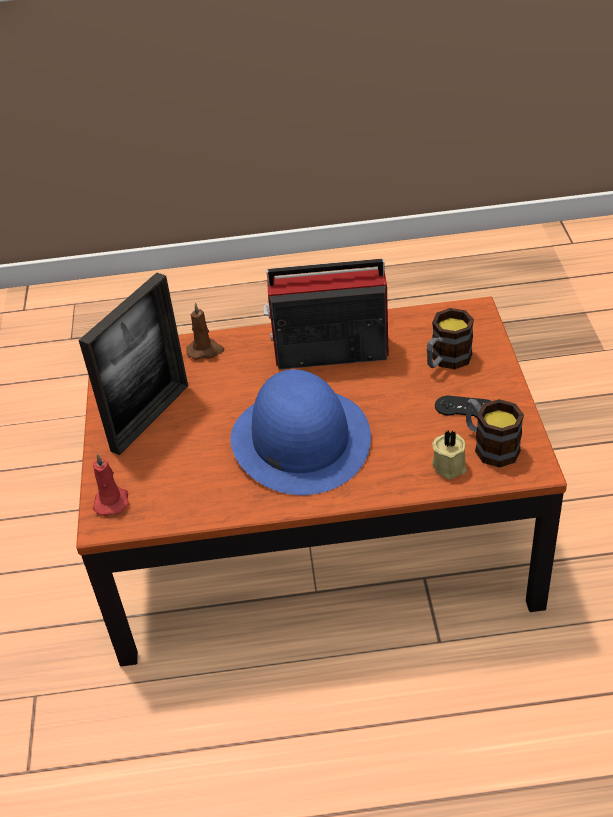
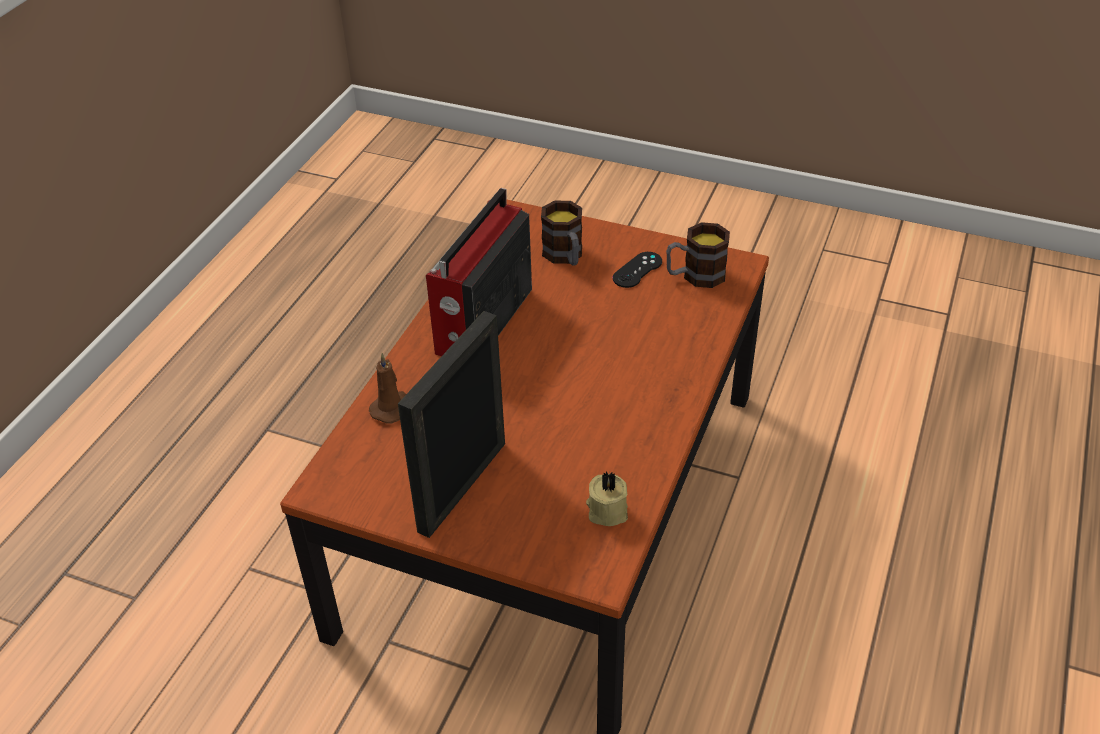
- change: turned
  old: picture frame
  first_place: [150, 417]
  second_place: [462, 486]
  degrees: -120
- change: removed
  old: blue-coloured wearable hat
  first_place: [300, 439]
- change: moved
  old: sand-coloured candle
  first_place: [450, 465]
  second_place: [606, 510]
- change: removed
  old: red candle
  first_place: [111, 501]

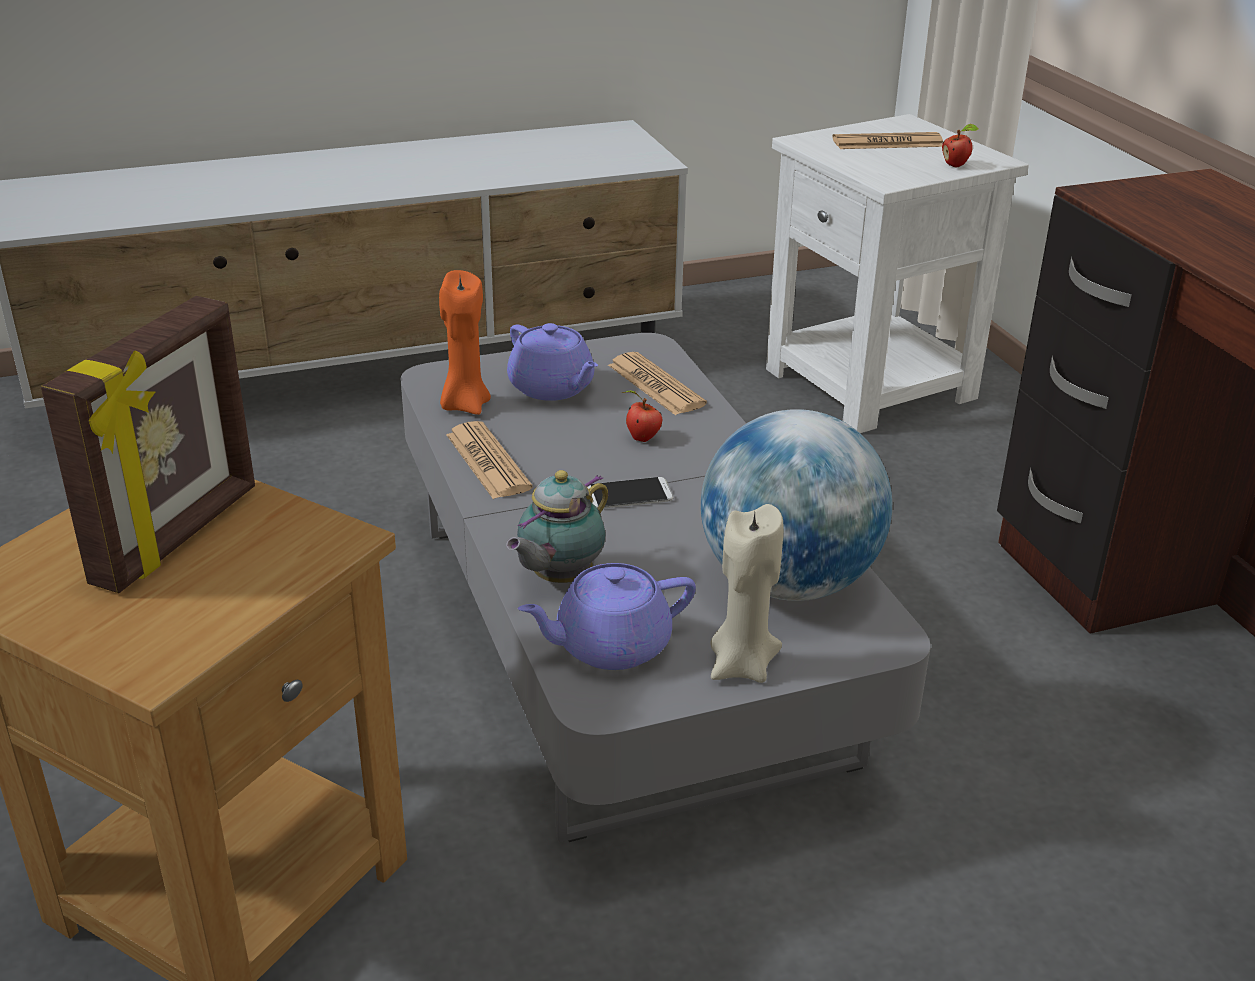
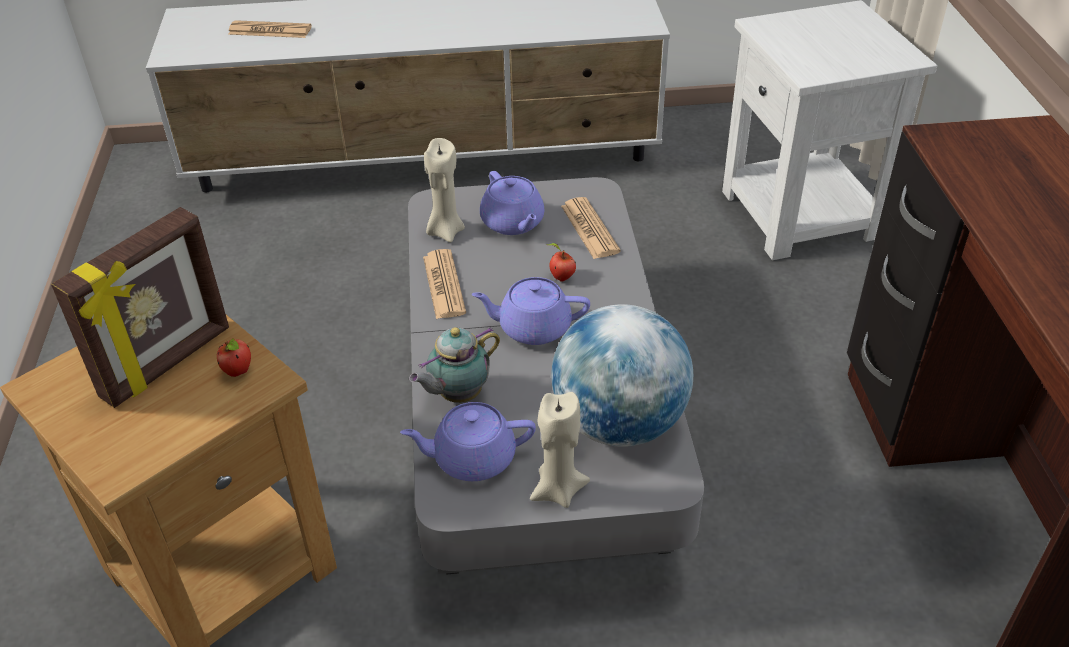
- change: moved
  old: apple fruit
  first_place: [956, 165]
  second_place: [239, 372]
- change: moved
  old: daily paper
  first_place: [887, 143]
  second_place: [270, 31]
- change: recoloured
  old: orange-coloured candle
  new: sand-coloured candle
  first_place: [464, 405]
  second_place: [445, 231]
- change: replaced
  old: phone
  new: purple-coloured pot for tea
  first_place: [628, 494]
  second_place: [533, 328]

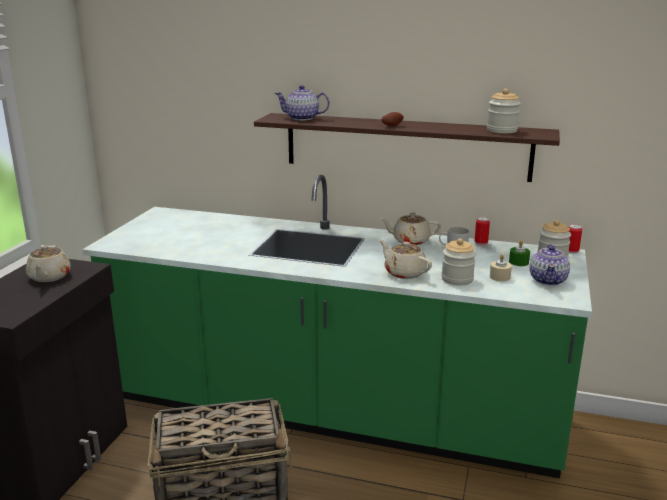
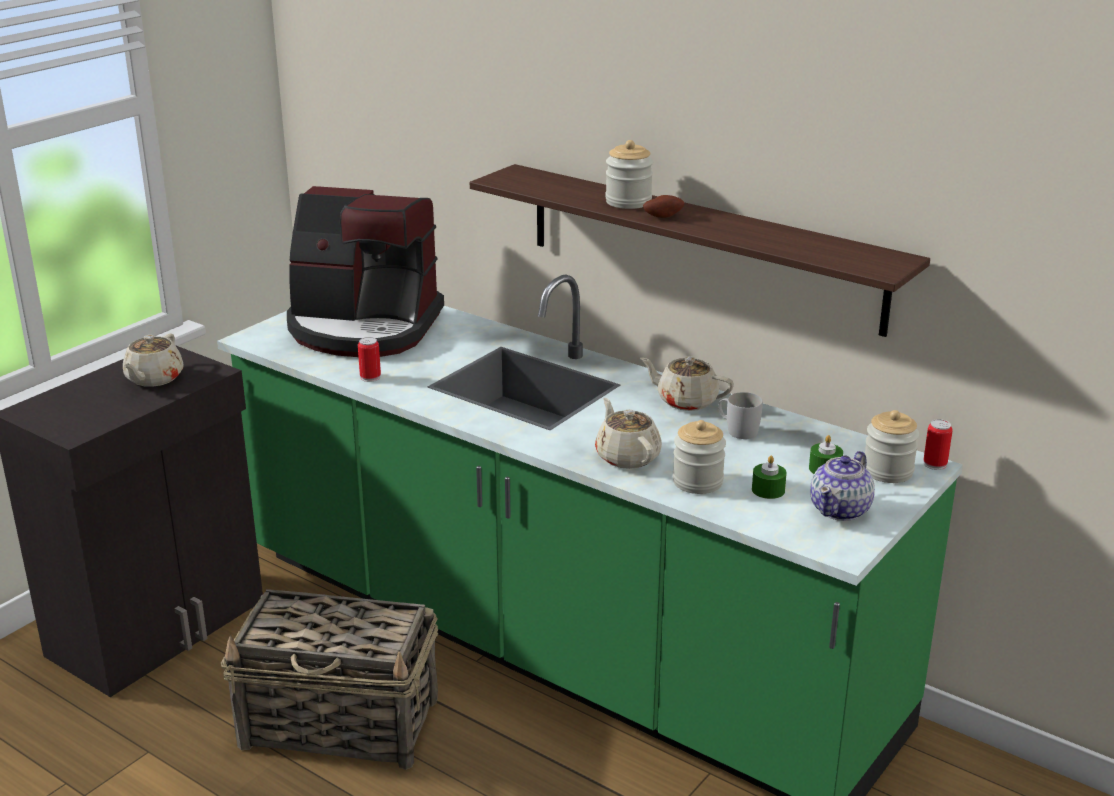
- change: removed
  old: pot for tea
  first_place: [302, 118]
- change: moved
  old: storage jar
  first_place: [502, 130]
  second_place: [628, 202]
- change: moved
  old: can
  first_place: [481, 243]
  second_place: [370, 377]
- change: recoloured
  old: sand-coloured candle
  new: green candle
  first_place: [500, 277]
  second_place: [768, 490]
- change: added
  new: coffee brewer
  second_place: [364, 328]

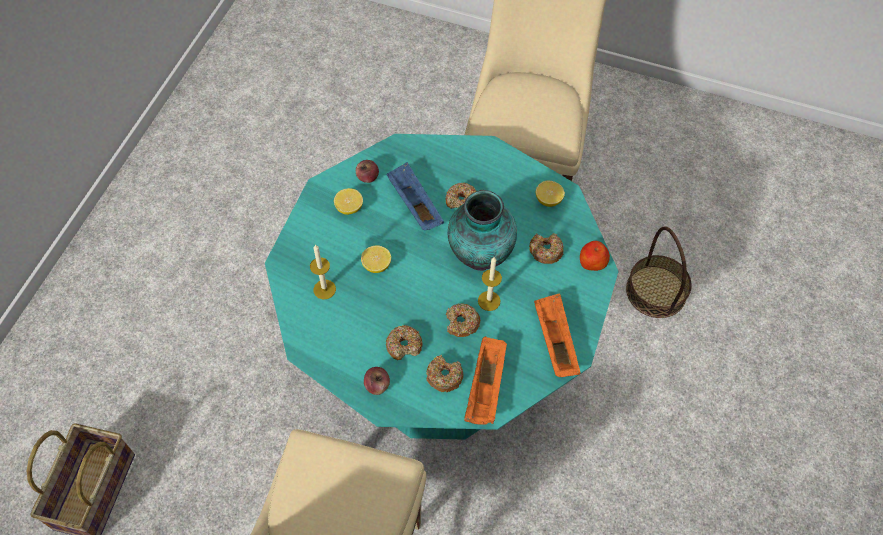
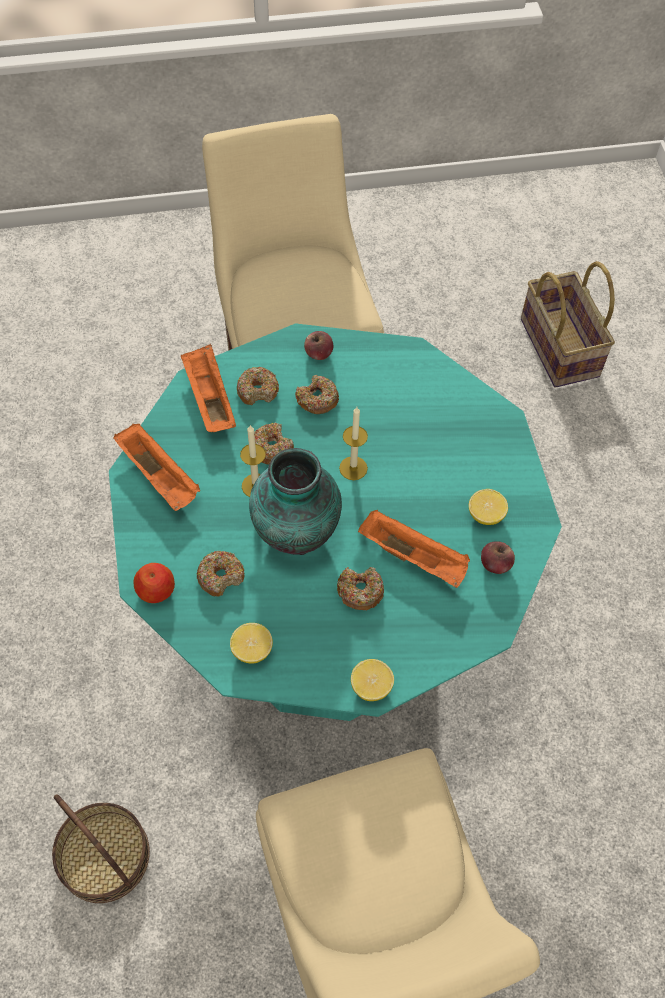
- change: recoloured
  old: blue-coloured tray
  new: orange-coloured tray
  first_place: [414, 204]
  second_place: [414, 557]
- change: moved
  old: candle
  first_place: [324, 289]
  second_place: [353, 468]
- change: moved
  old: whole lemon
  first_place: [376, 265]
  second_place: [371, 686]

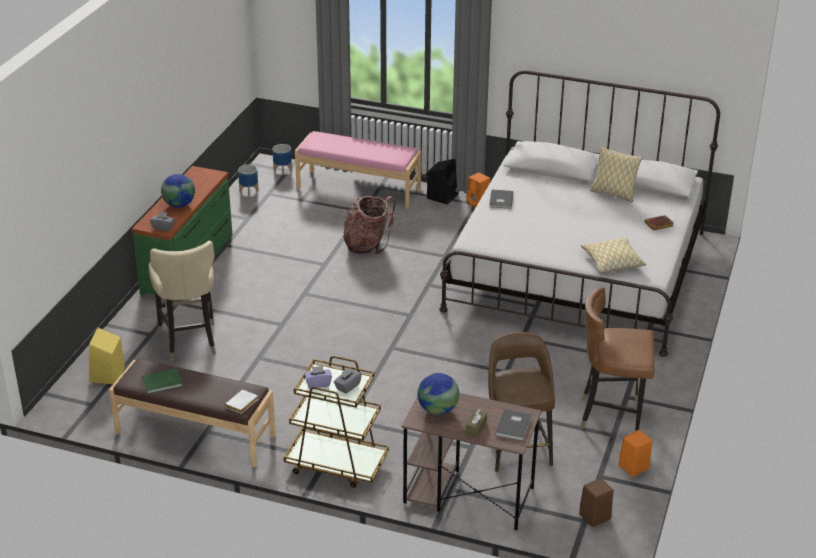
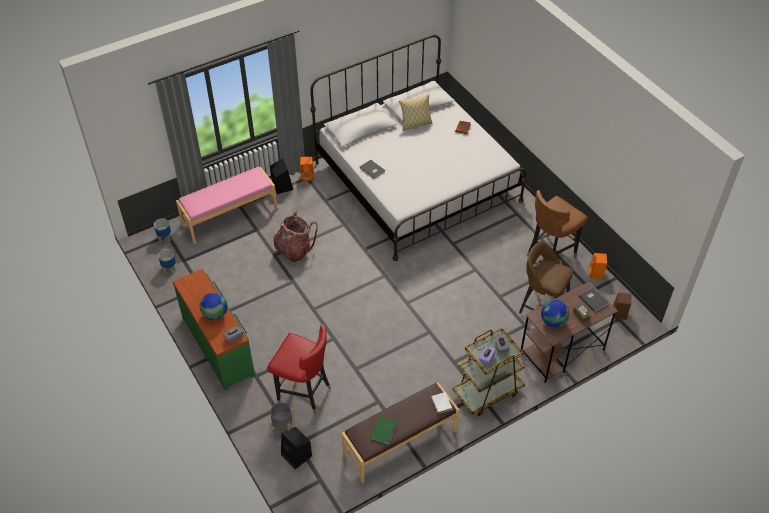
- change: removed
  old: pillow
  first_place: [612, 262]
- change: recoloured
  old: sand-coloured chair
  new: red chair
  first_place: [189, 341]
  second_place: [304, 393]
- change: recoloured
  old: yellow loudspeaker
  new: blackish loudspeaker
  first_place: [107, 375]
  second_place: [297, 455]
- change: added
  new: grey planter
  second_place: [283, 426]

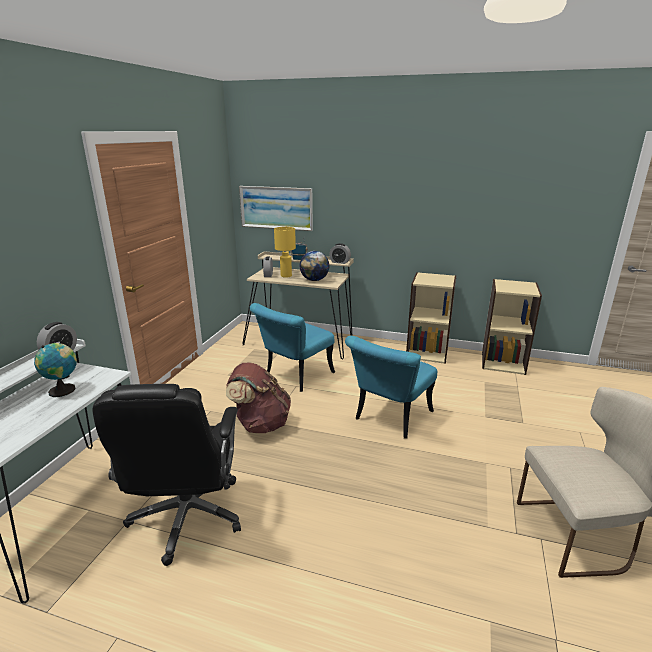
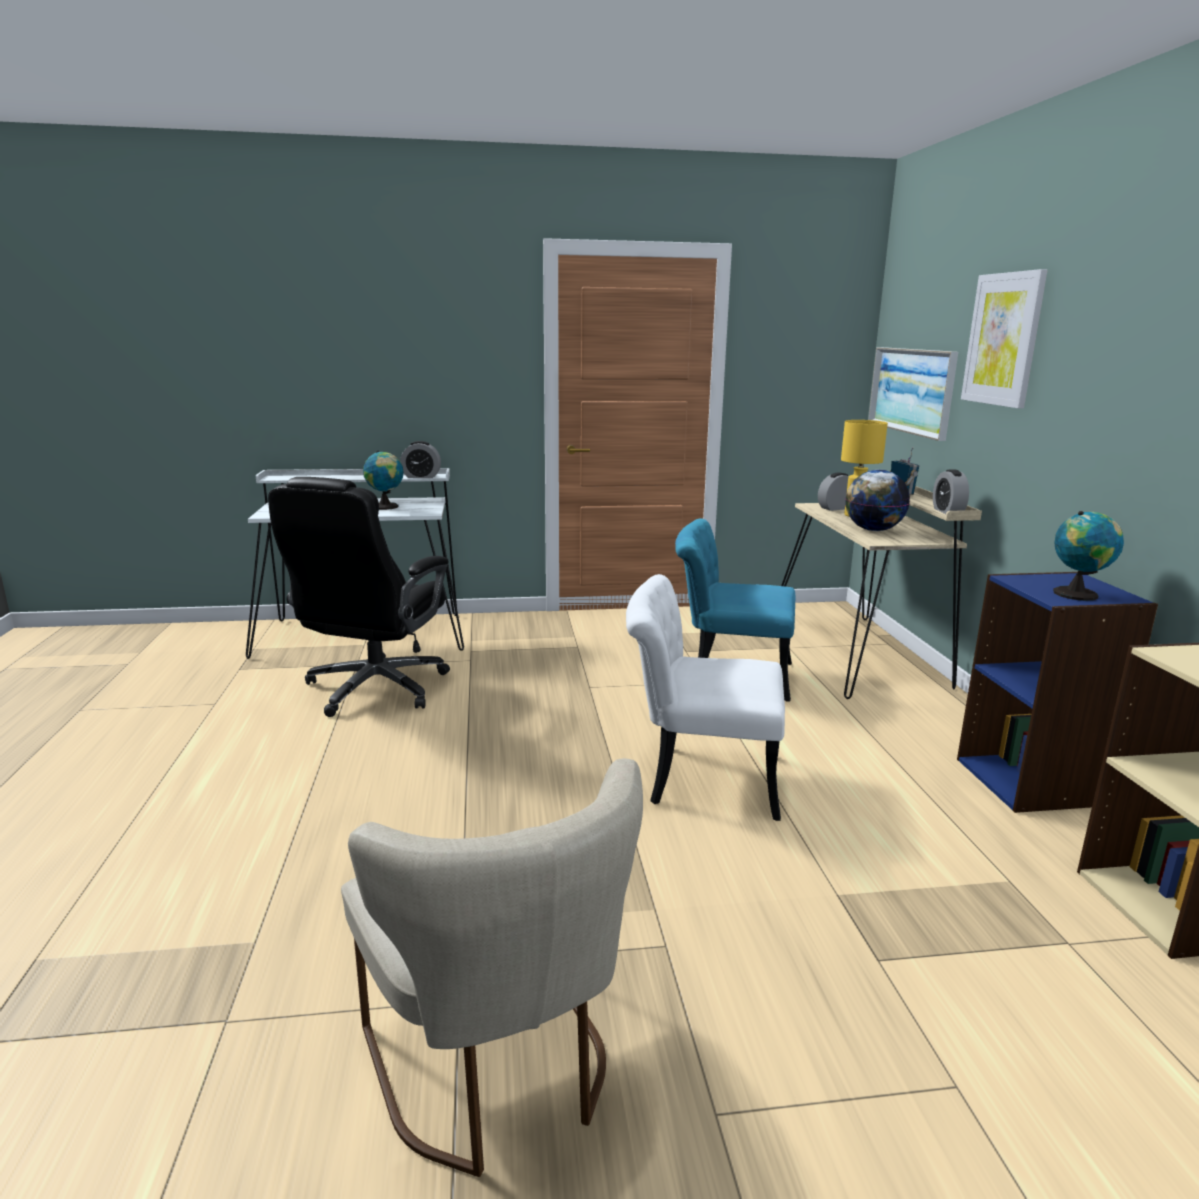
- change: recoloured
  old: sand-coloured shelving unit
  new: blue-coloured shelving unit
  first_place: [427, 352]
  second_place: [1031, 781]
- change: recoloured
  old: blue-green chair
  new: white chair
  first_place: [389, 419]
  second_place: [699, 778]
- change: removed
  old: brown rucksack
  first_place: [260, 424]
- change: turned
  old: blackish desk chair
  first_place: [187, 517]
  second_place: [374, 689]
  degrees: -45
- change: added
  new: wall art
  second_place: [1003, 339]
- change: added
  new: globe
  second_place: [1078, 594]

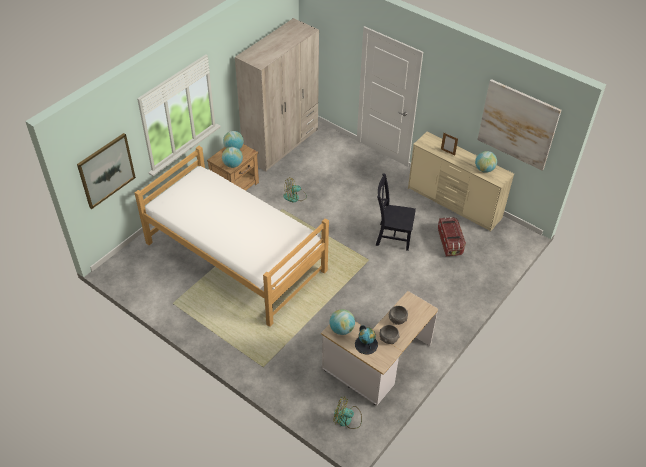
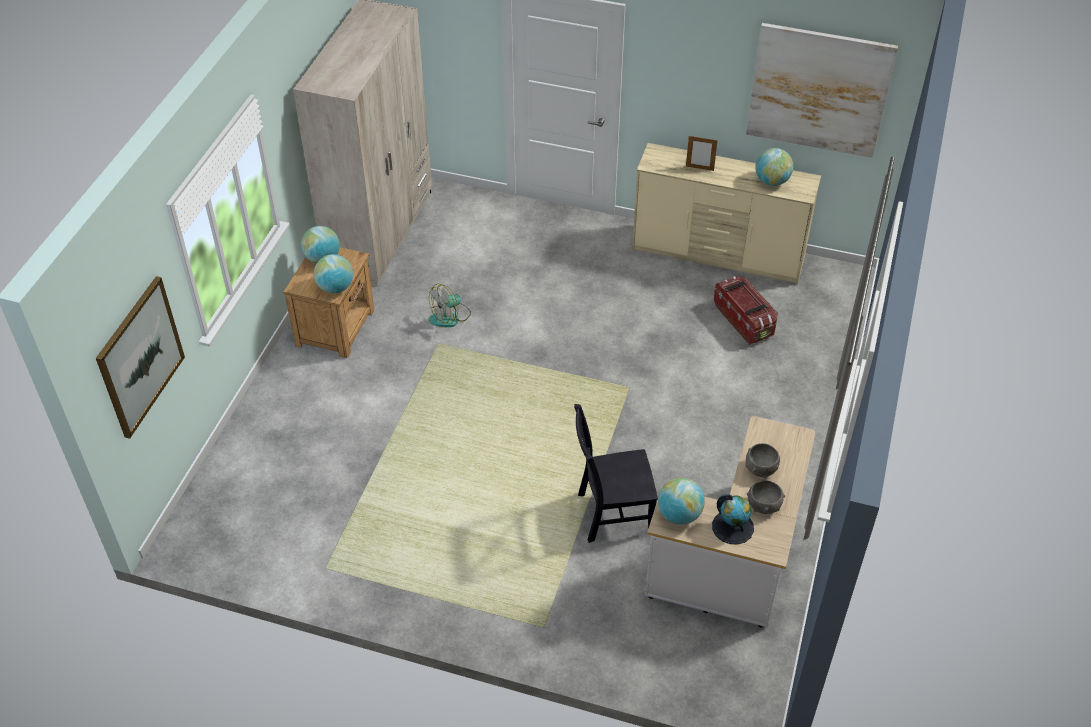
- change: removed
  old: bed
  first_place: [235, 256]
- change: moved
  old: blackish chair
  first_place: [392, 236]
  second_place: [611, 513]
- change: removed
  old: cooling fan
  first_place: [347, 419]

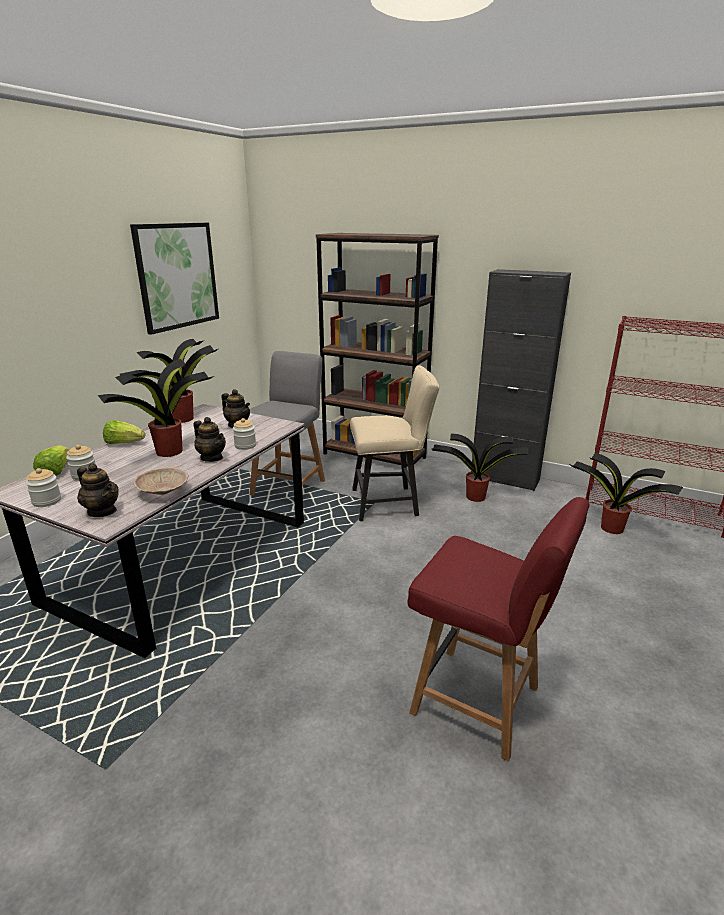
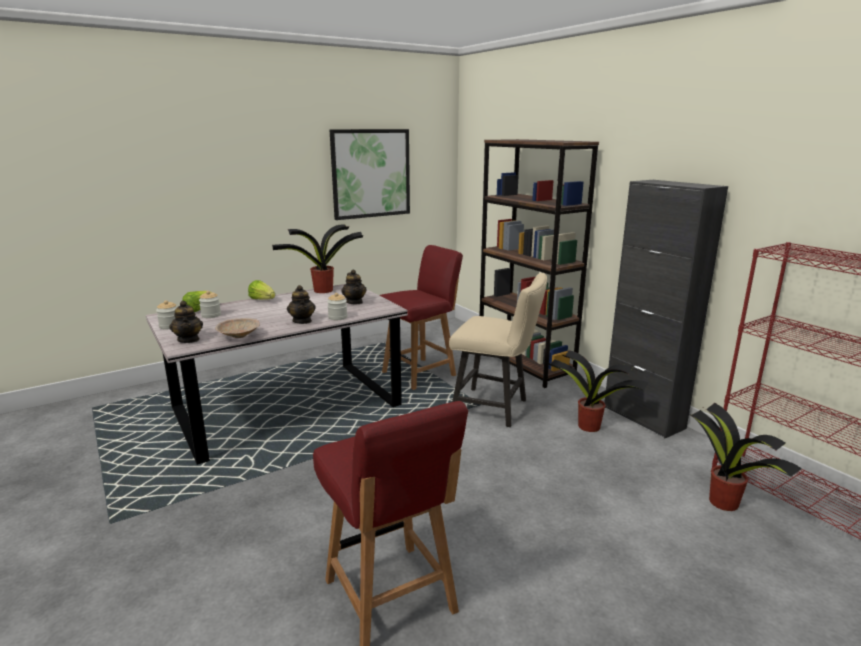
- change: recoloured
  old: grey chair
  new: red chair
  first_place: [289, 486]
  second_place: [420, 373]
- change: removed
  old: houseplant
  first_place: [171, 451]

